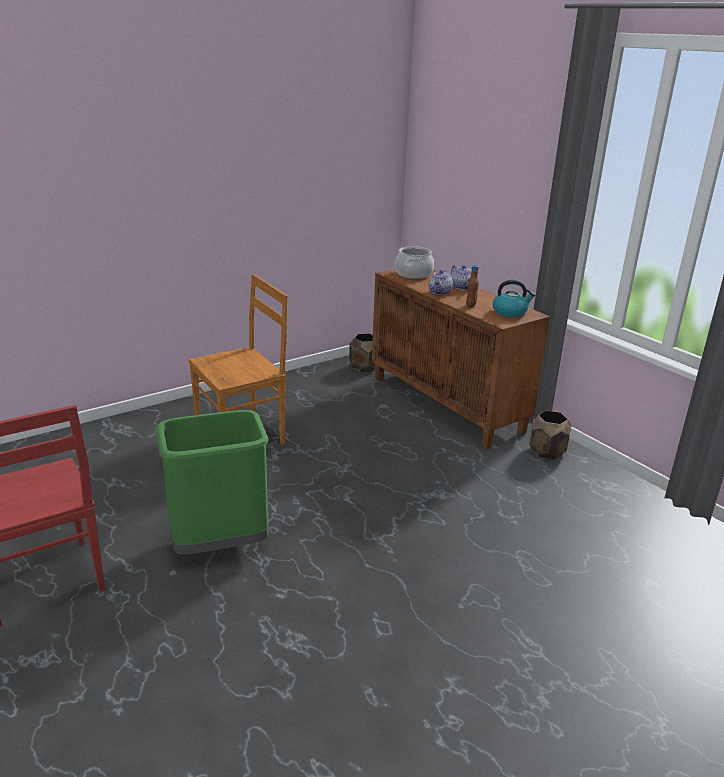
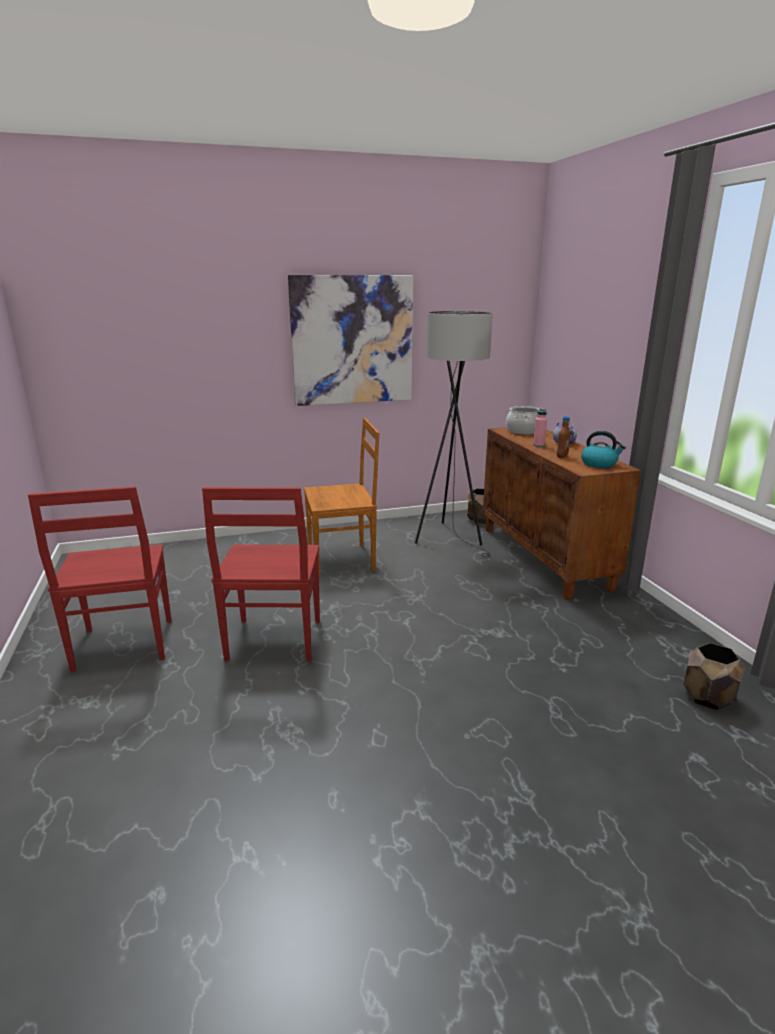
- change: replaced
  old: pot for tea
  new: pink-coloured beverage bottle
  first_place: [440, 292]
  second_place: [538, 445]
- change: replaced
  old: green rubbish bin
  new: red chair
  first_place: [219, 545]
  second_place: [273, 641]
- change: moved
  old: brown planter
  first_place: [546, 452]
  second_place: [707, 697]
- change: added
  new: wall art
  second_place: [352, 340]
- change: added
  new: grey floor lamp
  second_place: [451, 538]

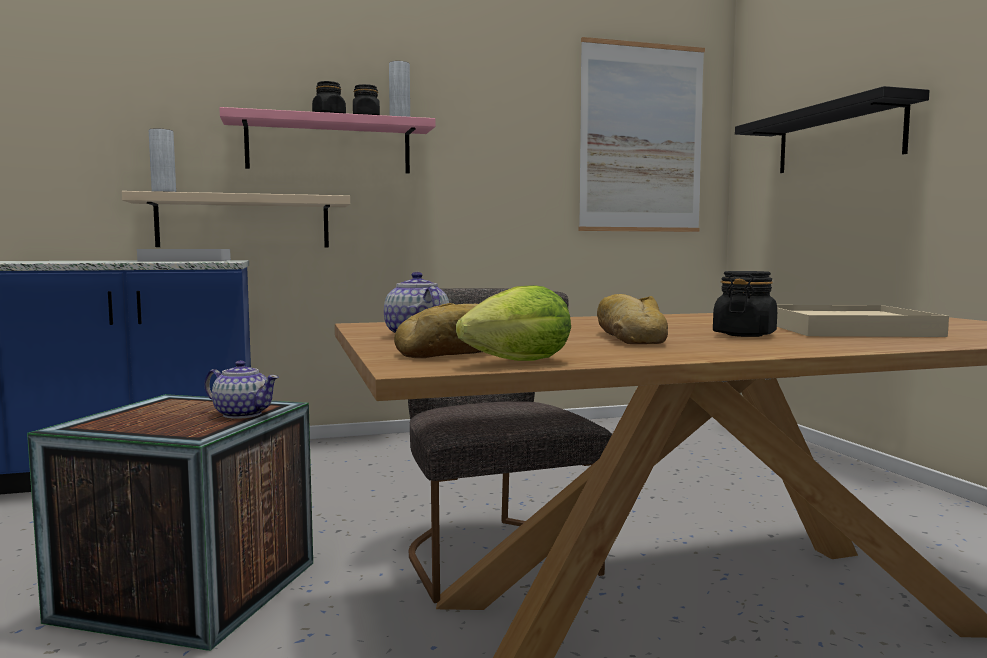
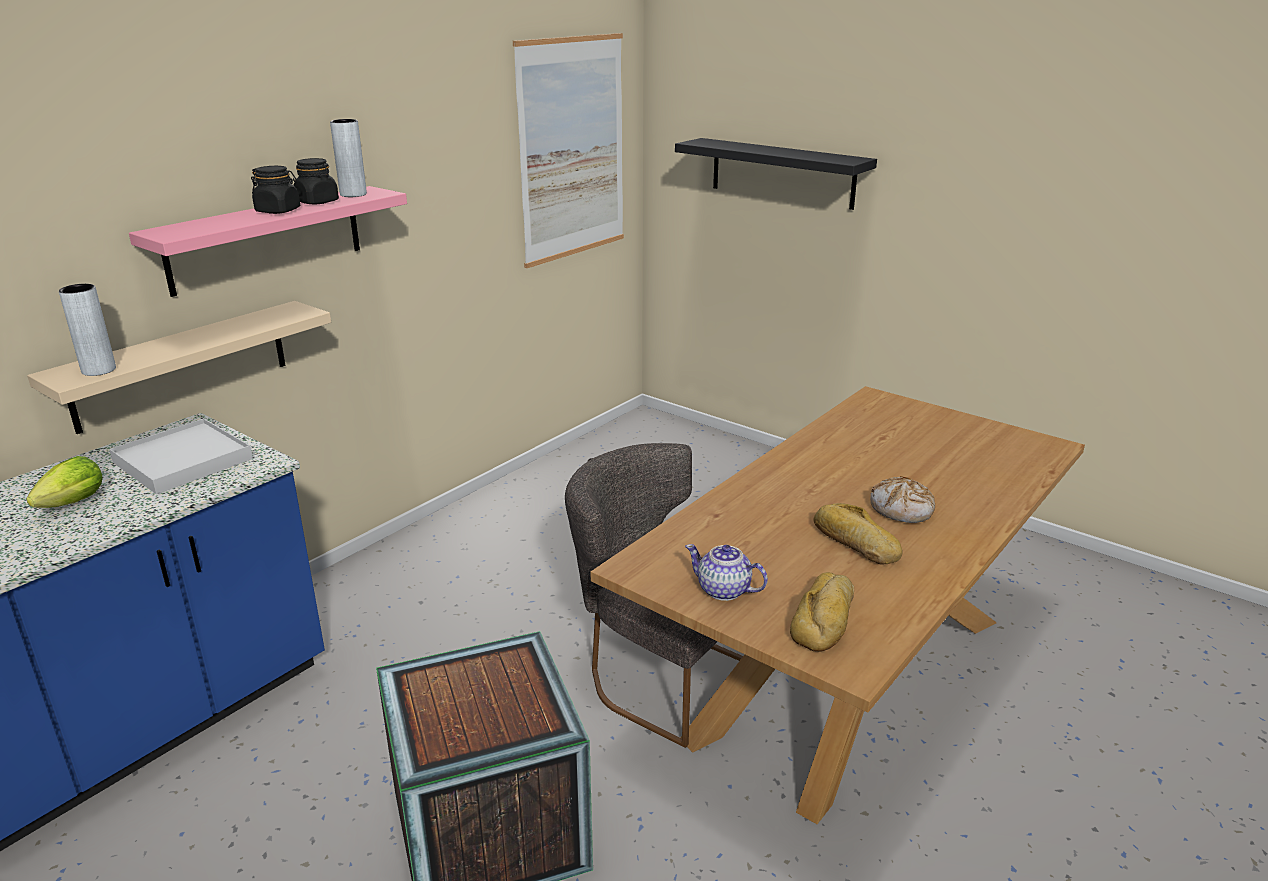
- change: replaced
  old: blackish storage jar
  new: bread
  first_place: [744, 334]
  second_place: [902, 509]
- change: moved
  old: lettuce
  first_place: [512, 362]
  second_place: [69, 505]
- change: removed
  old: sand-coloured tray
  first_place: [847, 329]
- change: removed
  old: pot for tea
  first_place: [242, 414]

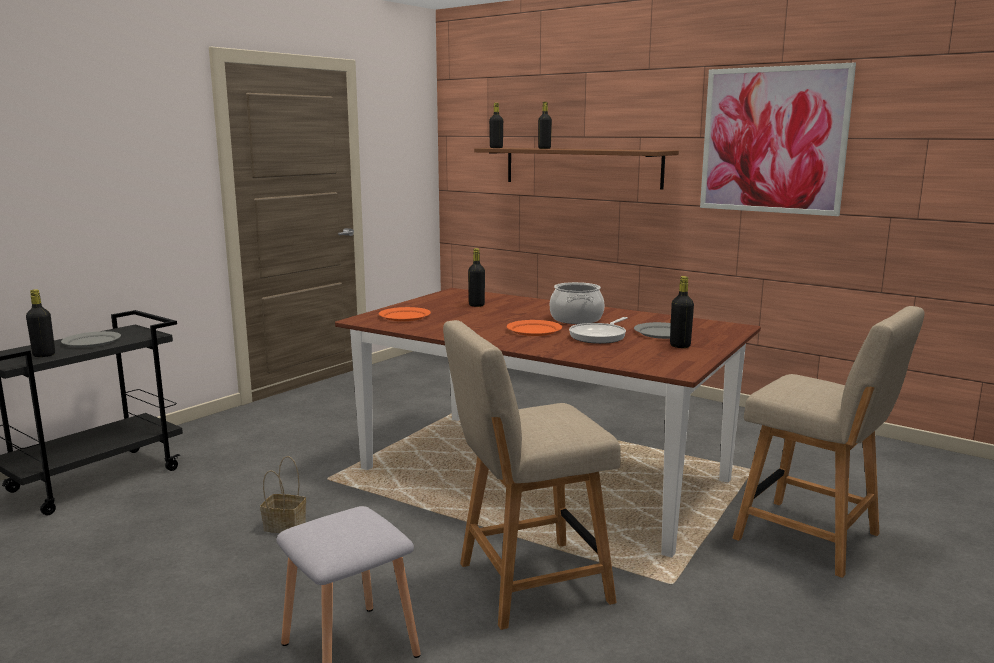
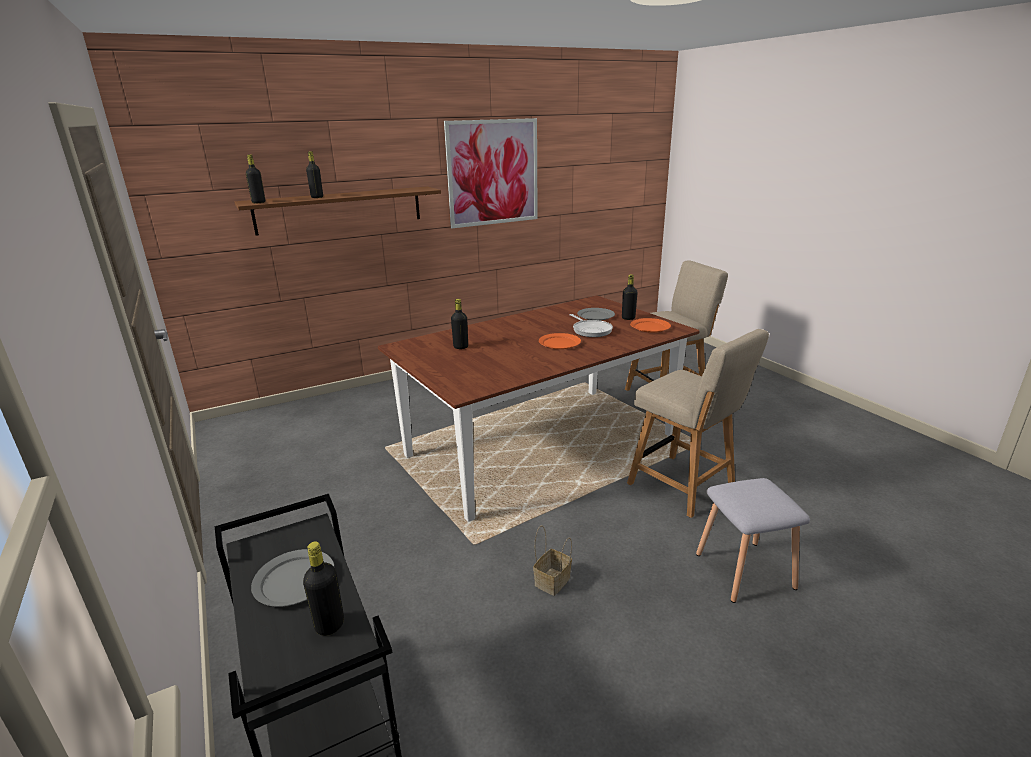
- change: removed
  old: stockpot
  first_place: [576, 319]
- change: moved
  old: orange-coloured dinner plate
  first_place: [404, 316]
  second_place: [650, 327]
- change: turned
  old: sand-coloured chair
  first_place: [526, 584]
  second_place: [685, 487]
  degrees: -45

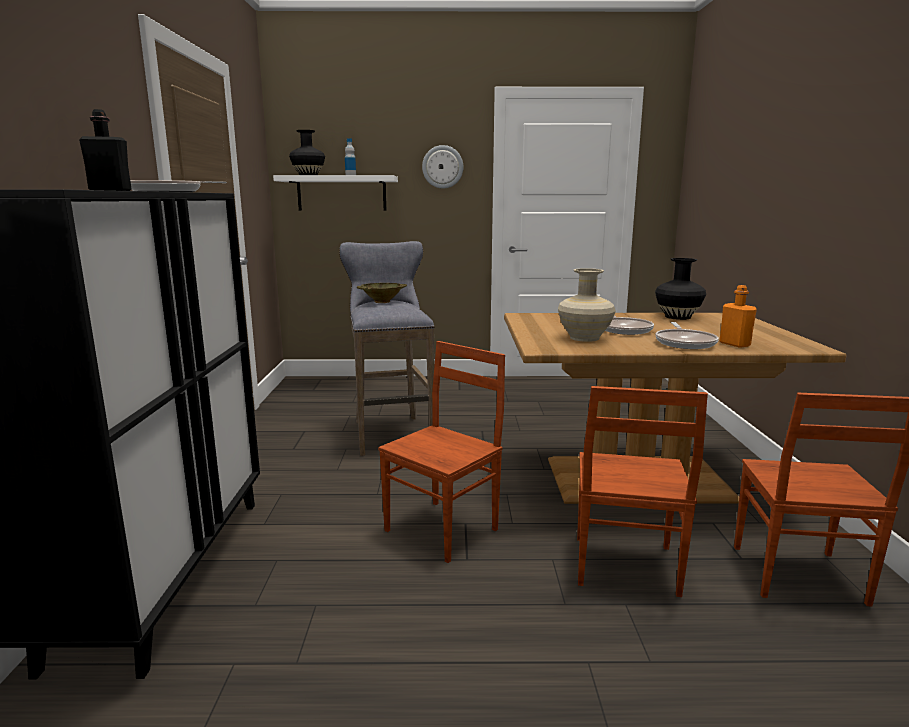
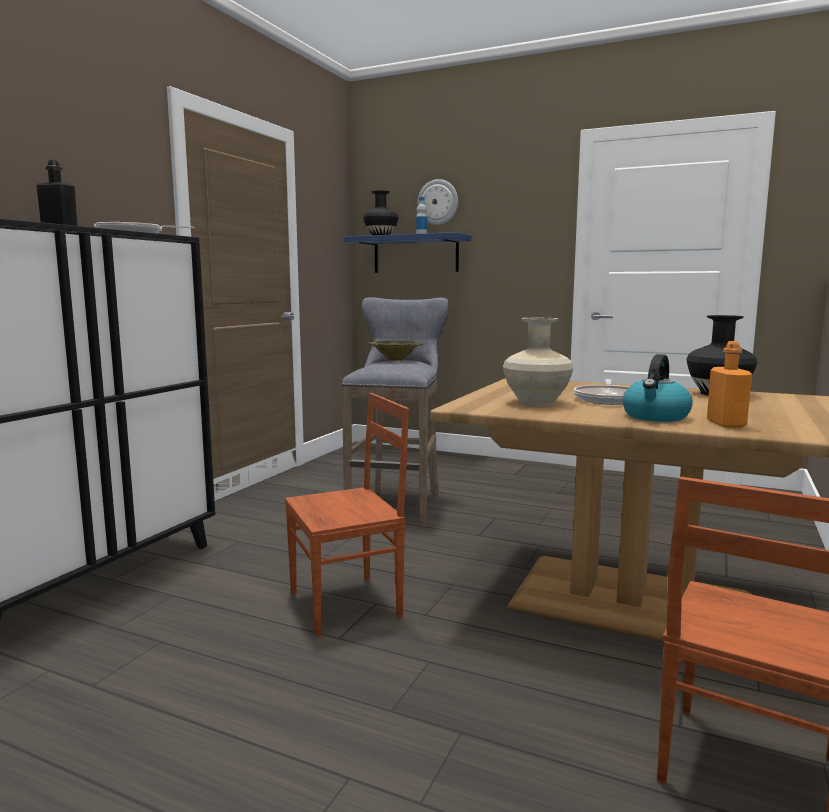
- change: moved
  old: wall clock
  first_place: [442, 167]
  second_place: [438, 202]
- change: recoloured
  old: white shelf
  new: blue-coloured shelf
  first_place: [341, 193]
  second_place: [415, 254]
- change: replaced
  old: pan
  new: water kettle
  first_place: [685, 343]
  second_place: [655, 417]
- change: removed
  old: brown chair
  first_place: [623, 566]

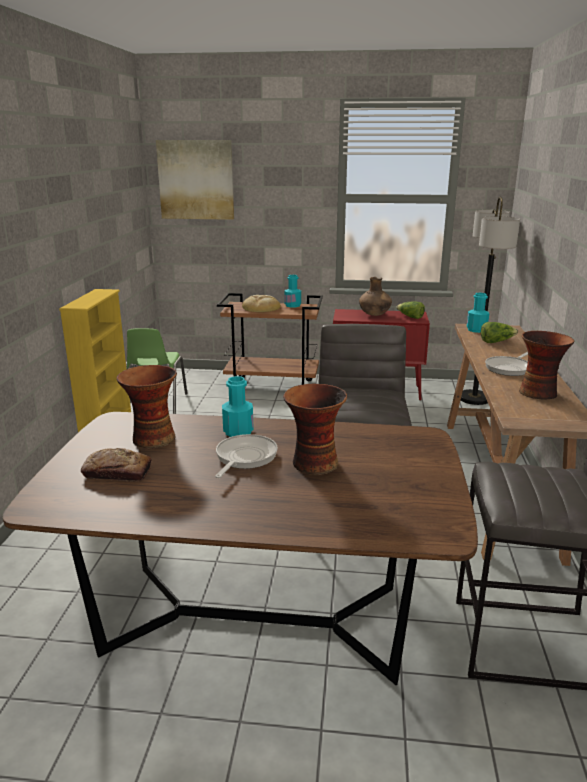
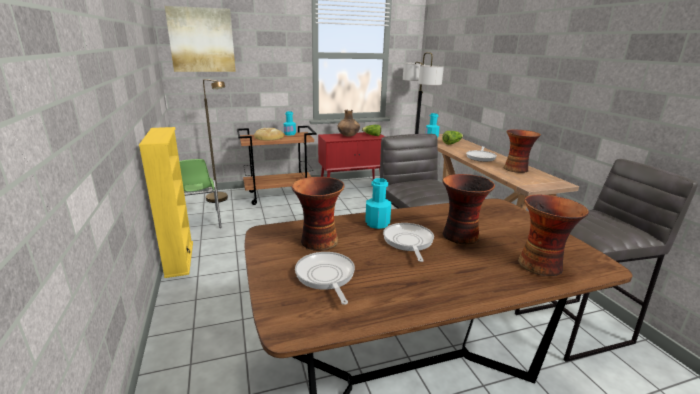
- change: replaced
  old: bread
  new: pan
  first_place: [117, 473]
  second_place: [326, 276]
- change: added
  new: brown floor lamp
  second_place: [220, 200]
- change: added
  new: vase
  second_place: [540, 264]

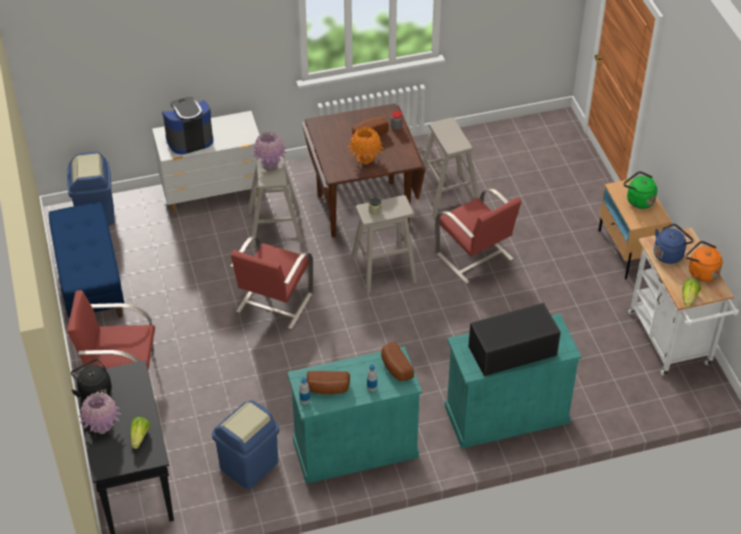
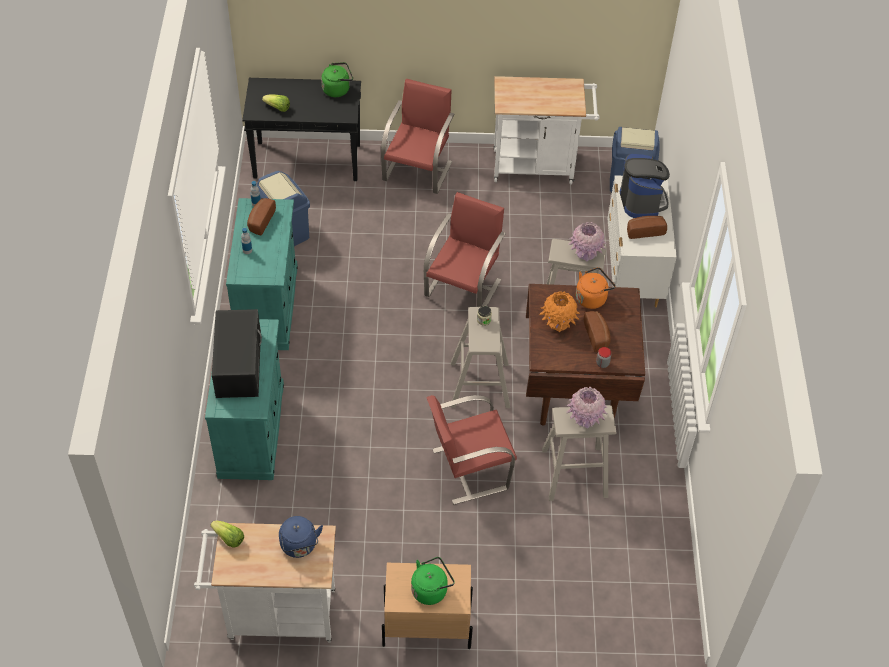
- change: replaced
  old: blue-coloured long seat
  new: white cart
  first_place: [90, 282]
  second_place: [538, 166]
- change: turned
  old: red chair
  first_place: [273, 303]
  second_place: [464, 287]
  degrees: 75
- change: moved
  old: orange-coloured water kettle
  first_place: [701, 272]
  second_place: [592, 298]
- change: moved
  old: bread
  first_place: [395, 368]
  second_place: [644, 231]
- change: recoloured
  old: blackish water kettle
  new: green water kettle
  first_place: [94, 391]
  second_place: [337, 89]
- change: moved
  old: pink-coloured vase
  first_place: [102, 425]
  second_place: [585, 419]

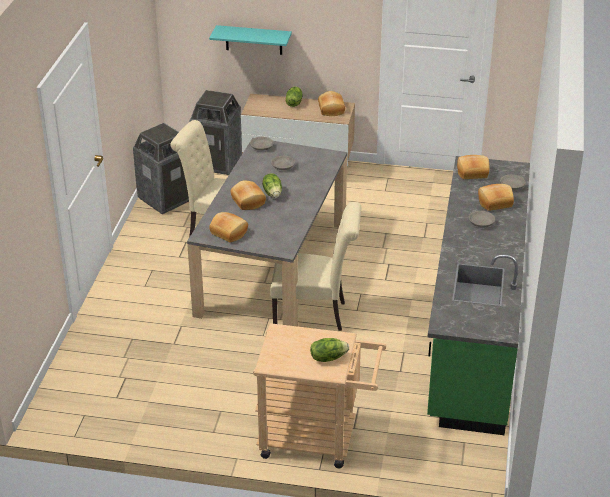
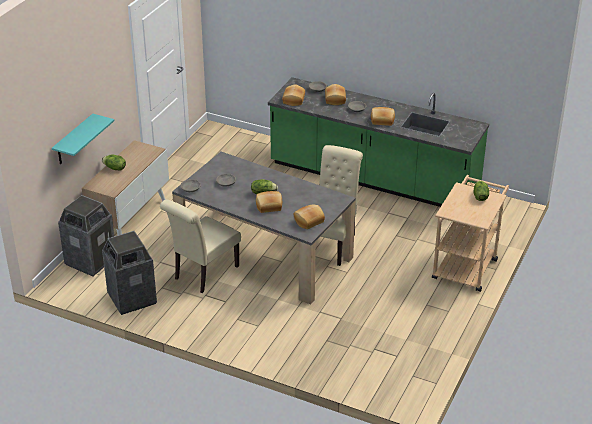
- change: moved
  old: bread
  first_place: [330, 109]
  second_place: [382, 121]

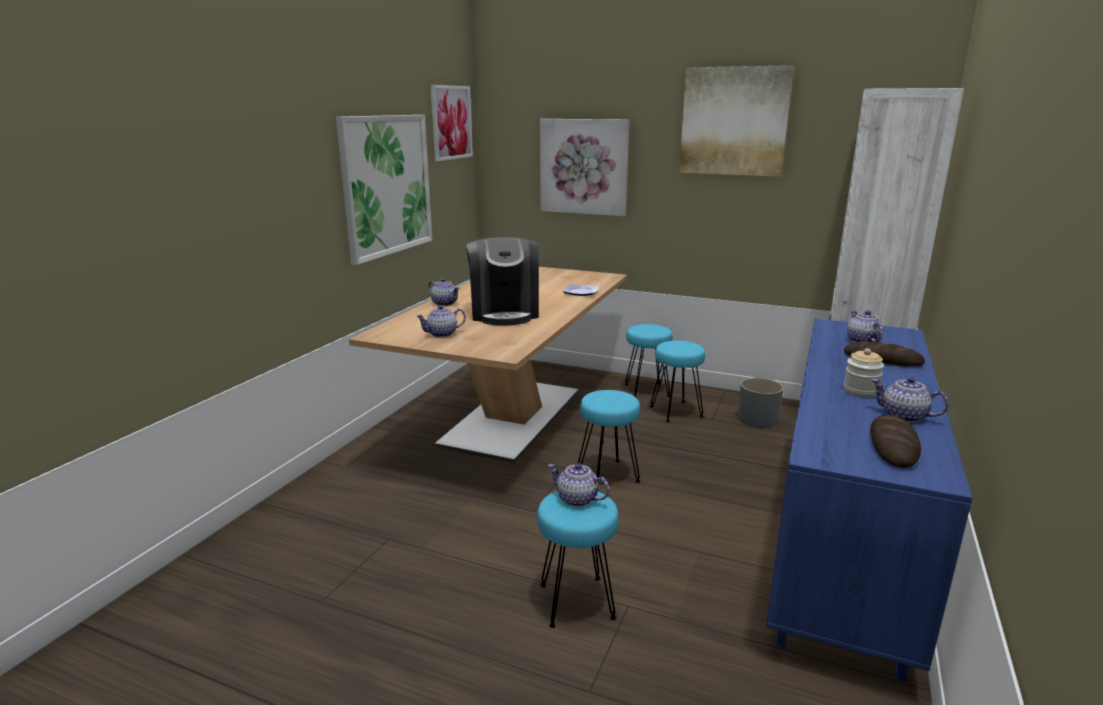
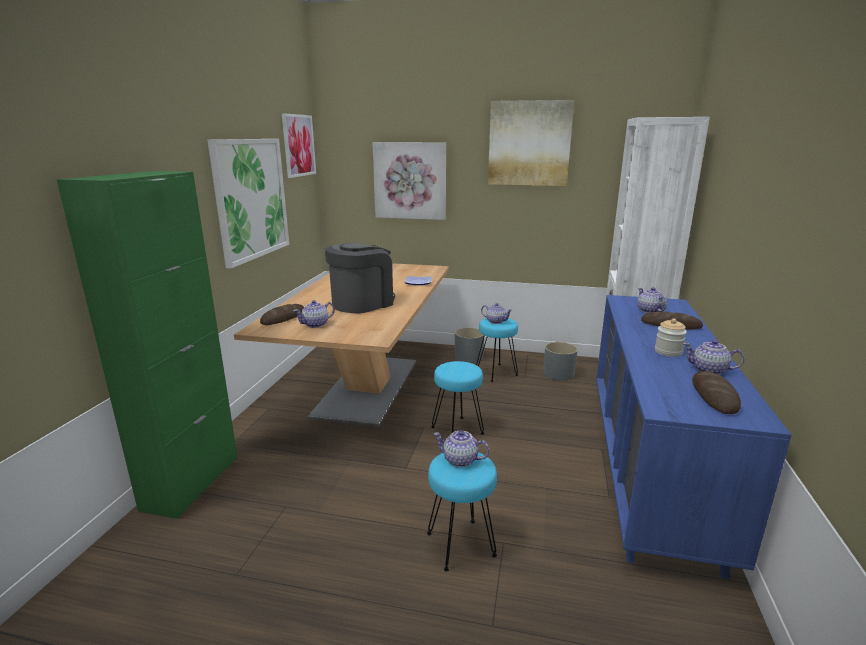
- change: turned
  old: coffee brewer
  first_place: [504, 313]
  second_place: [362, 303]
  degrees: -120
- change: moved
  old: pot for tea
  first_place: [444, 303]
  second_place: [495, 321]
- change: replaced
  old: blue-green stool seat
  new: grey planter
  first_place: [646, 390]
  second_place: [468, 357]
- change: added
  new: green storage cabinet
  second_place: [191, 483]
- change: added
  new: bread
  second_place: [283, 318]

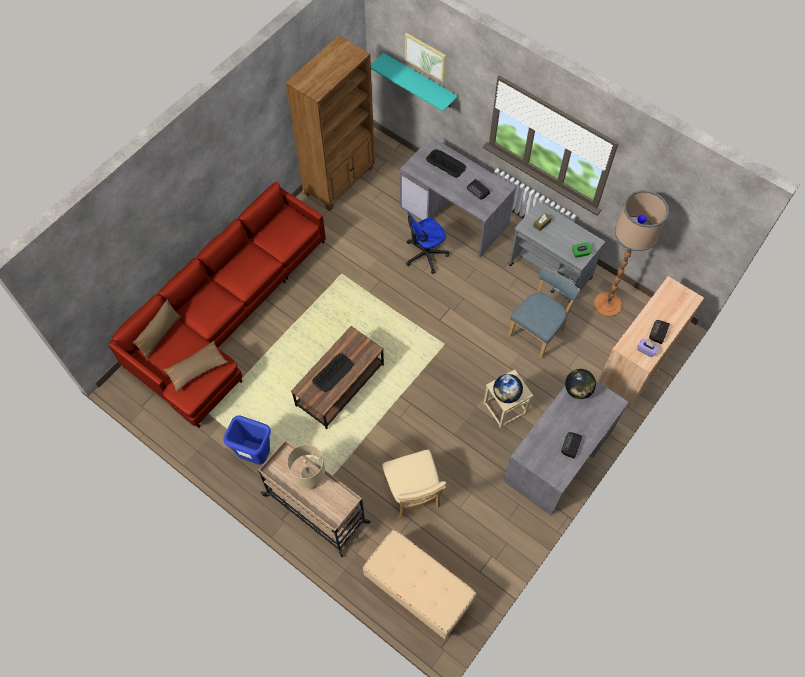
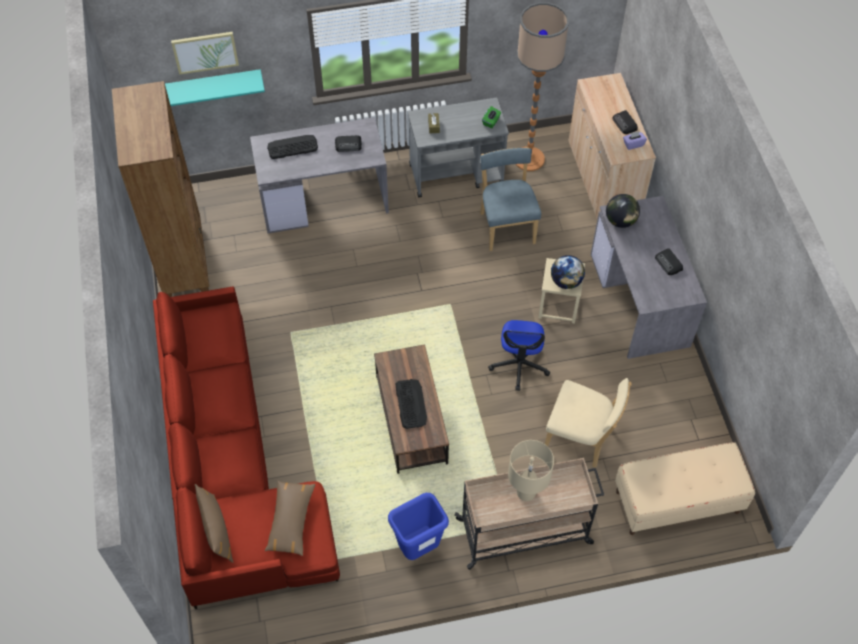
- change: moved
  old: desk chair
  first_place: [425, 254]
  second_place: [519, 365]

